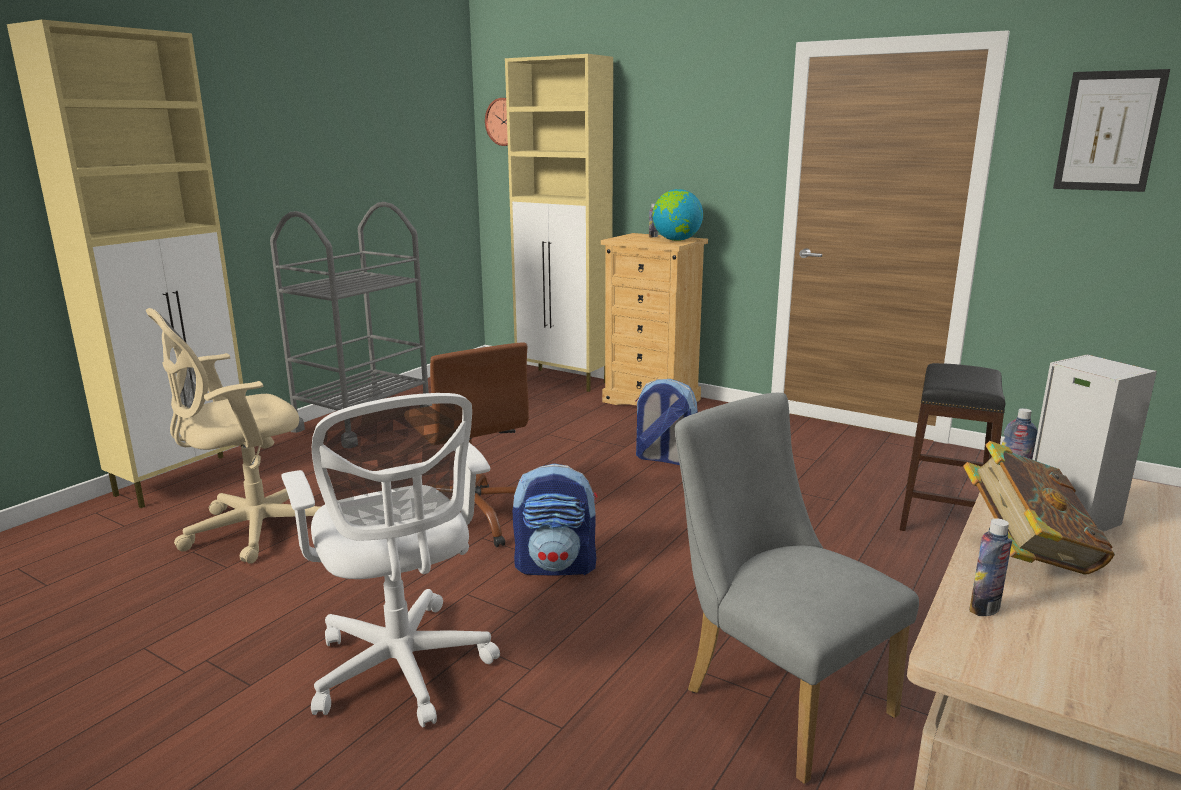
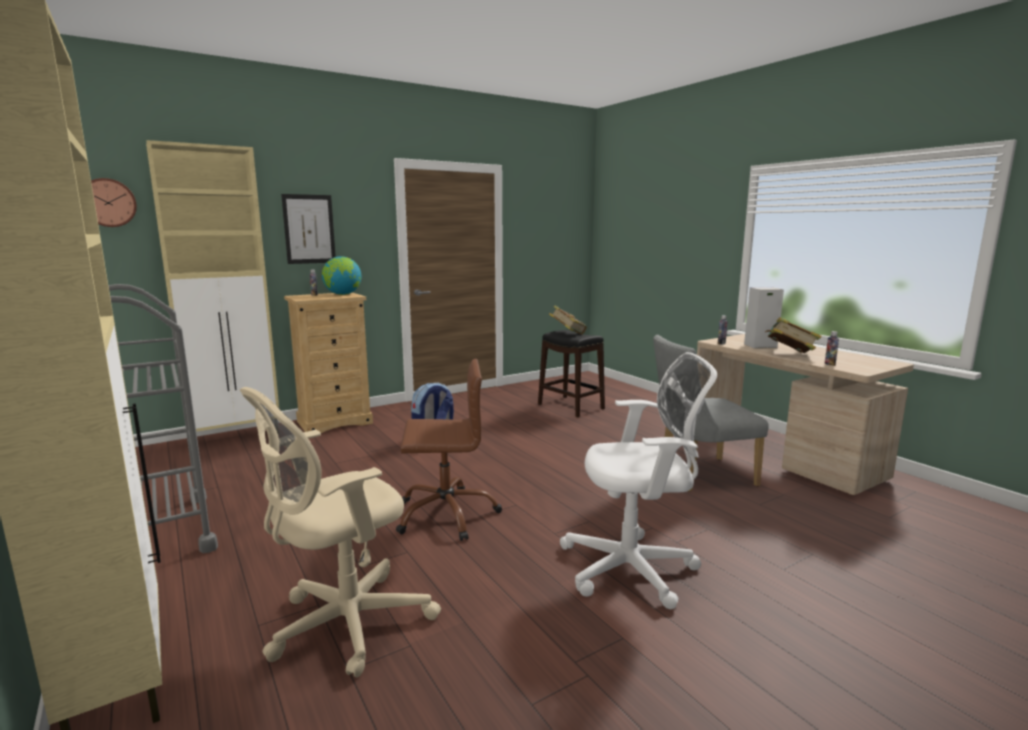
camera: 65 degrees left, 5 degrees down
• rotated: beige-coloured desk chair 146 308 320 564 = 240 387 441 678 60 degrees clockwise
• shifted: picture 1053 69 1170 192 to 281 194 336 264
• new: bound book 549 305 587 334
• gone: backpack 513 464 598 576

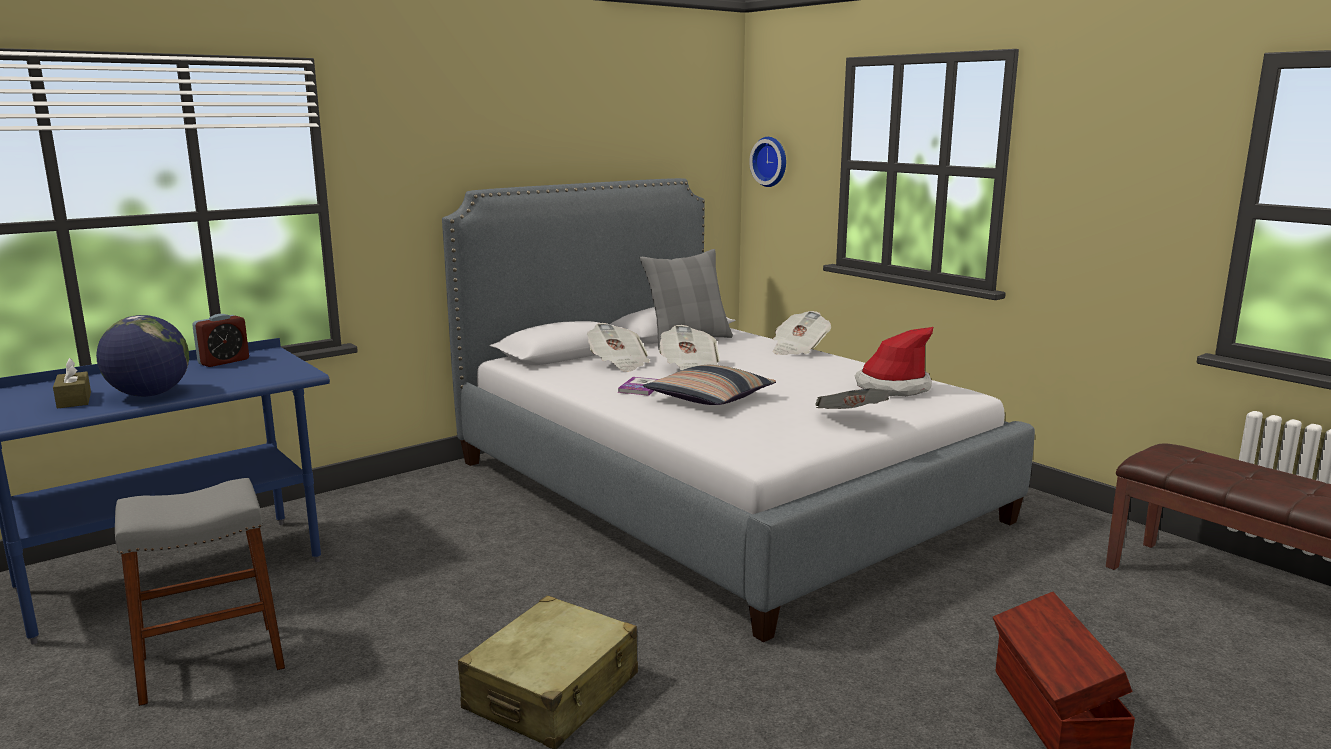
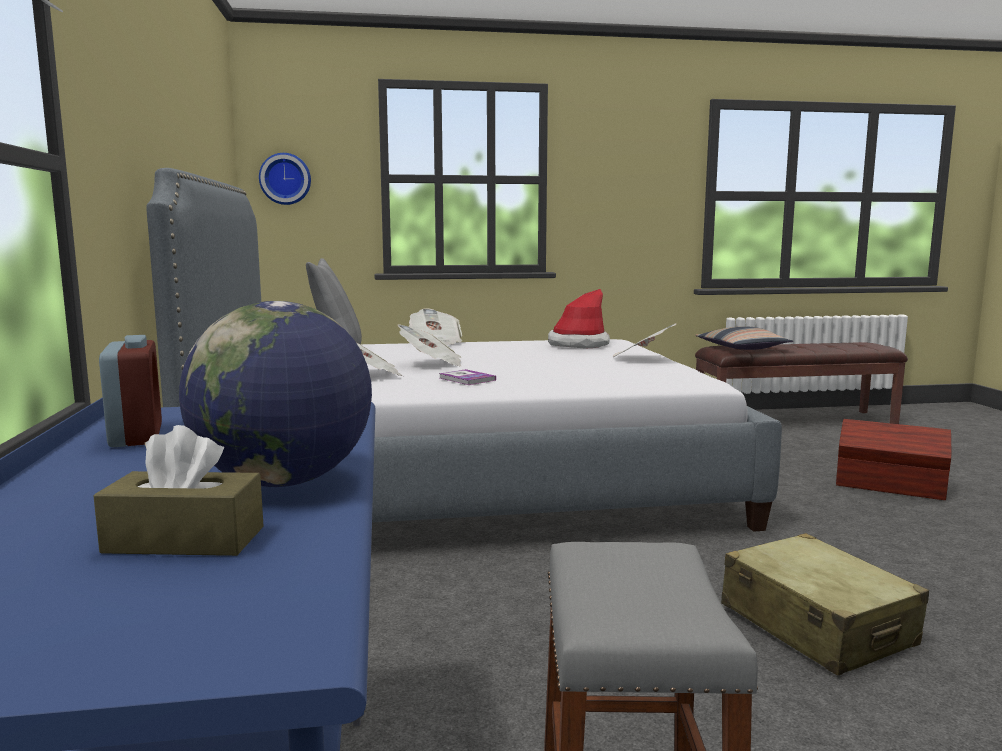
camera: 60 degrees left, 5 degrees down
• shifted: pillow 643 365 776 405 to 696 326 793 350

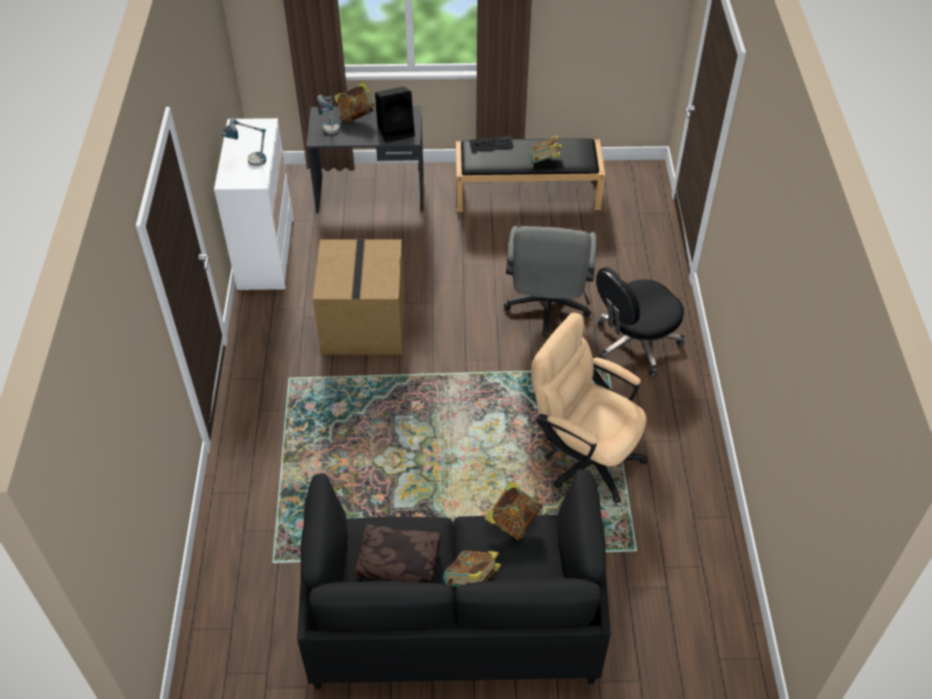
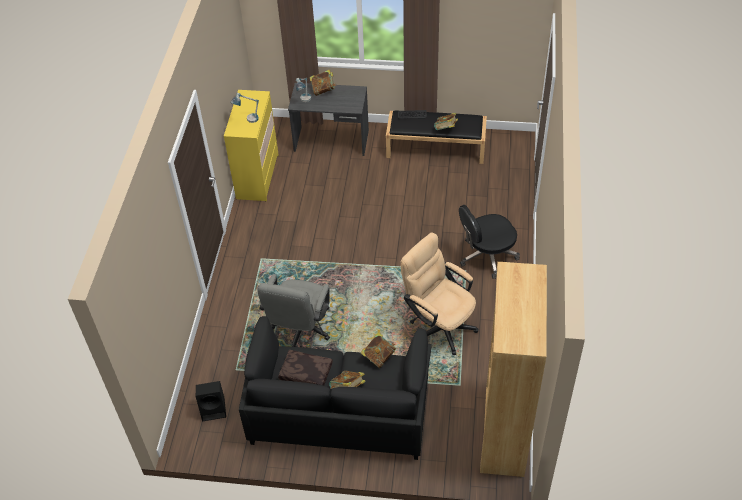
camera: 10 degrees right, 0 degrees up
• shifted: black-coloured audio speaker 375 86 415 143 to 196 381 226 421
• repainted: whitish drawer chest 214 118 294 290 to yellowish drawer chest 224 90 279 201
• shifted: grey desk chair 504 226 597 336 to 257 274 330 347
• new: brownish bookshelf 480 262 547 477
• gone: carton 313 239 405 355

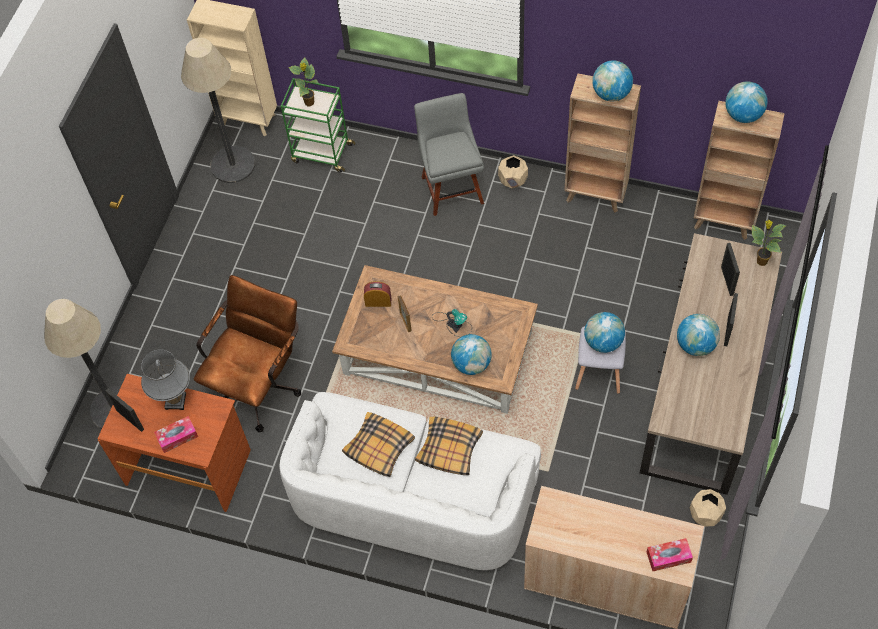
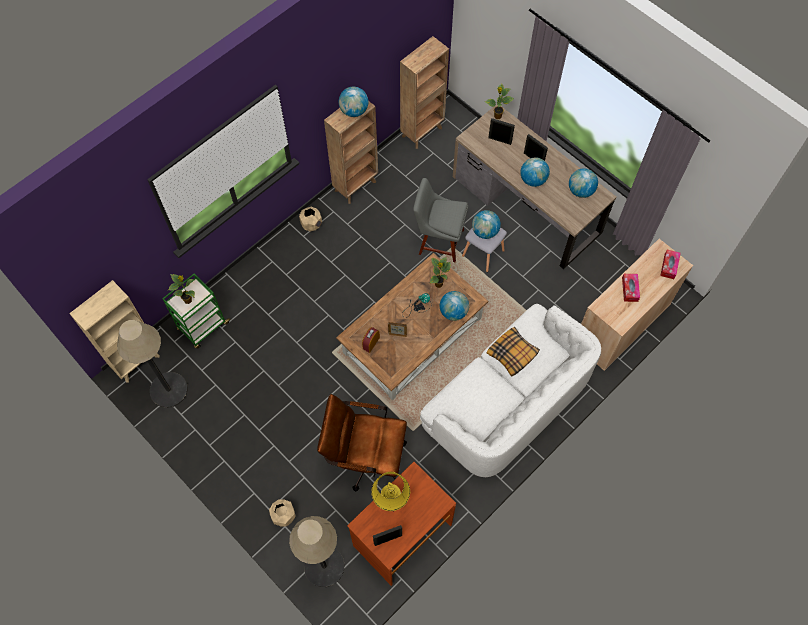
camera: 65 degrees left, 5 degrees up
• shifted: beige-coloured flower pot 690 489 726 527 to 269 499 296 526
• rotated: brownish desk chair 194 275 301 432 = 317 394 407 492 45 degrees counterclockwise
• repainted: grey lamp for a table 141 349 190 410 to yellowish lamp for a table 371 472 410 512
• shifted: grey upright chair 414 93 484 216 to 413 178 468 262
• new: plant in a pot 429 257 451 288
• shifted: desk globe 725 81 768 123 to 569 169 598 198
• shifted: box of tissues 154 416 198 453 to 622 274 640 302
• gone: pillow 342 412 415 477

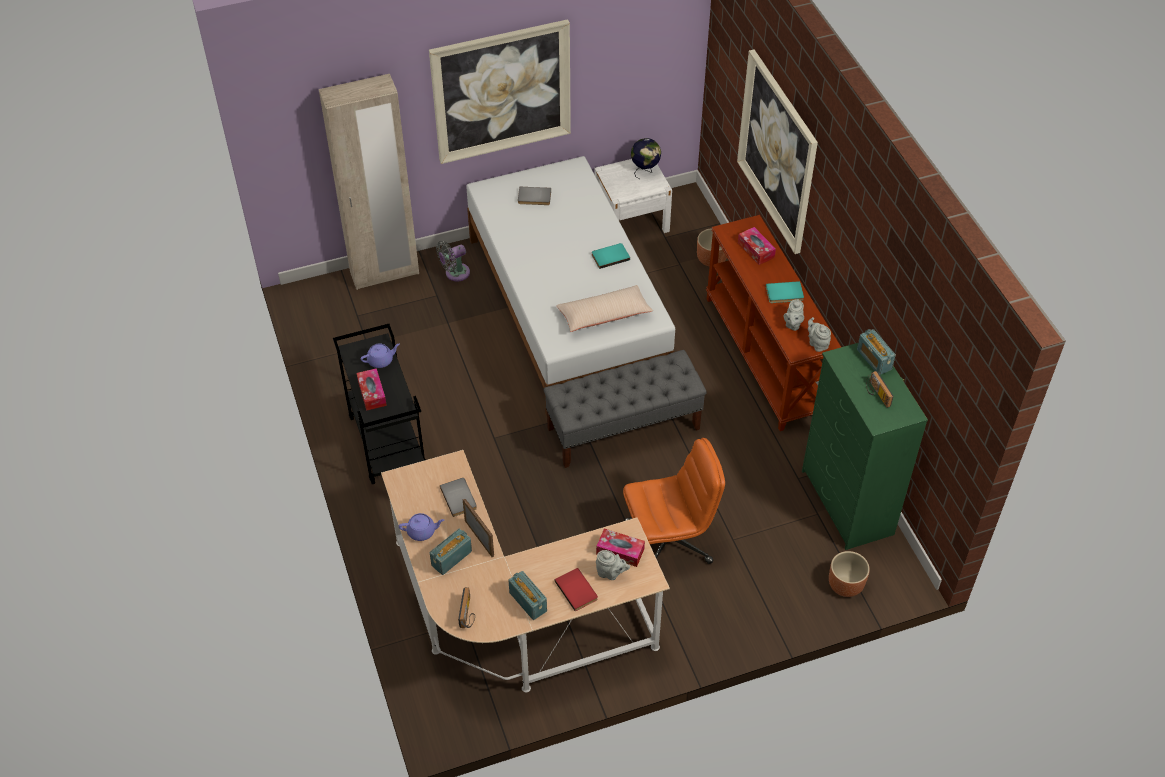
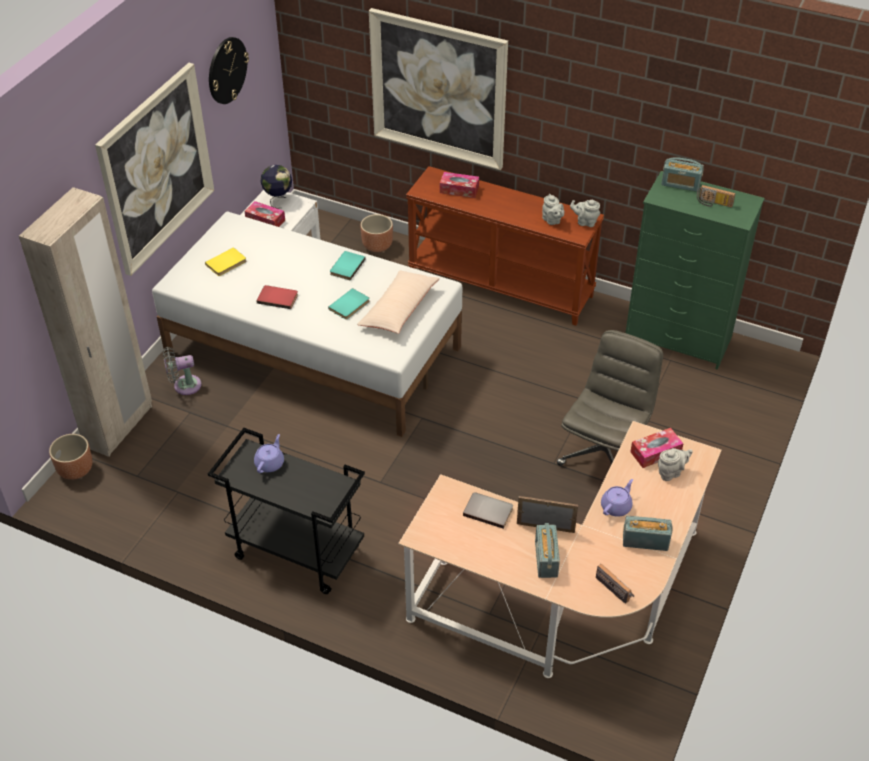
camera: 45 degrees left, 5 degrees down
• shifted: brownish flower pot 829 551 870 597 to 49 434 93 480
• rotated: grey fan 436 241 470 281 = 163 347 202 395 60 degrees clockwise
• repainted: grey bound book 518 187 551 205 to yellowish bound book 205 247 247 276
• new: clock on the wall 209 37 249 104
• shifted: box of tissues 357 368 387 411 to 244 201 285 227
• shifted: reddish bound book 554 568 598 612 to 256 285 298 309
• shifted: turquoise bound book 766 281 804 303 to 328 288 370 320
• repainted: orangey desk chair 623 438 725 564 to grey desk chair 557 330 663 466
• shifted: purple-coloured pot for tea 399 513 444 541 to 601 479 633 517
• gone: grey long seat 543 350 707 468

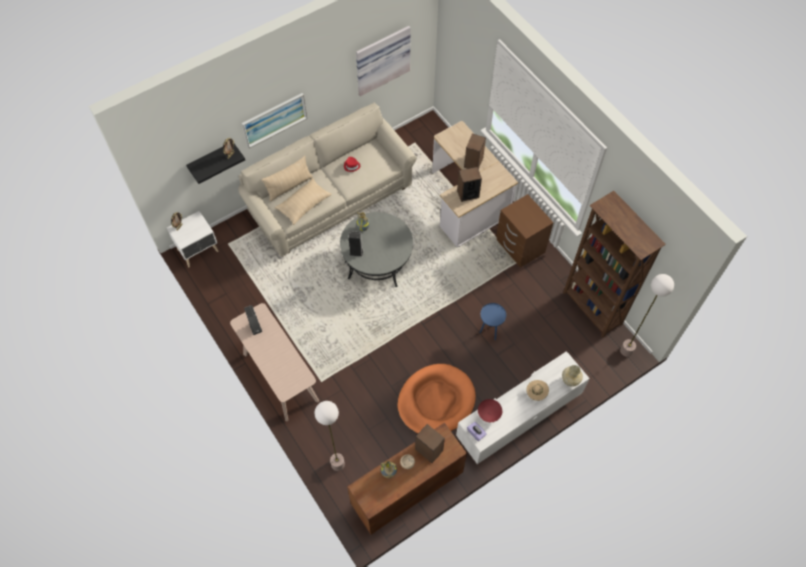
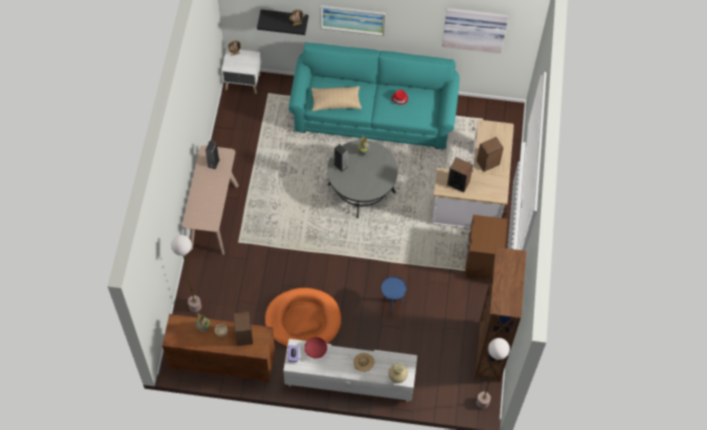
camera: 40 degrees right, 0 degrees up
• repainted: beige-coloured settee 238 102 417 257 to turquoise settee 288 42 460 150
• gone: beige-coloured pillow 262 156 313 201

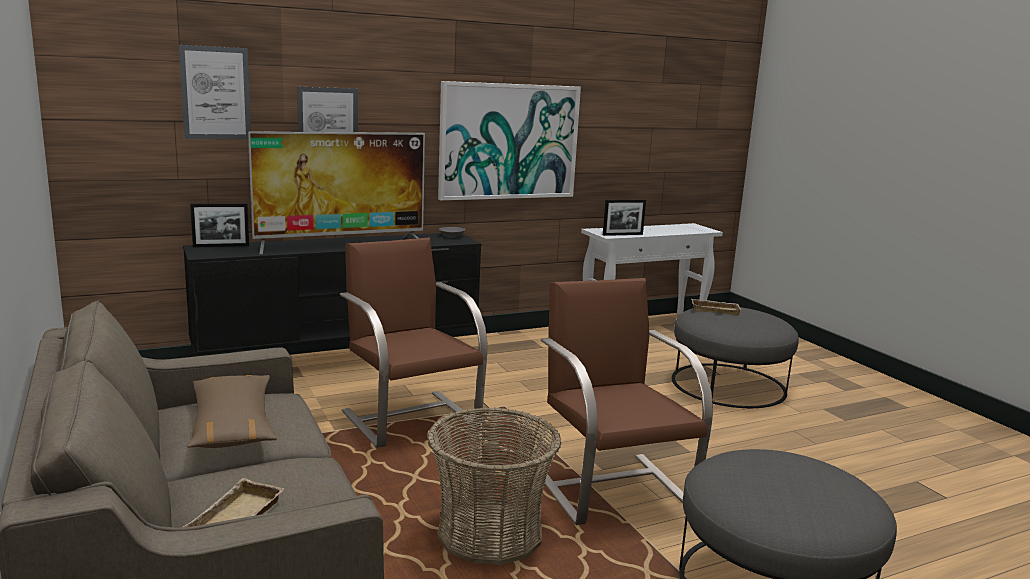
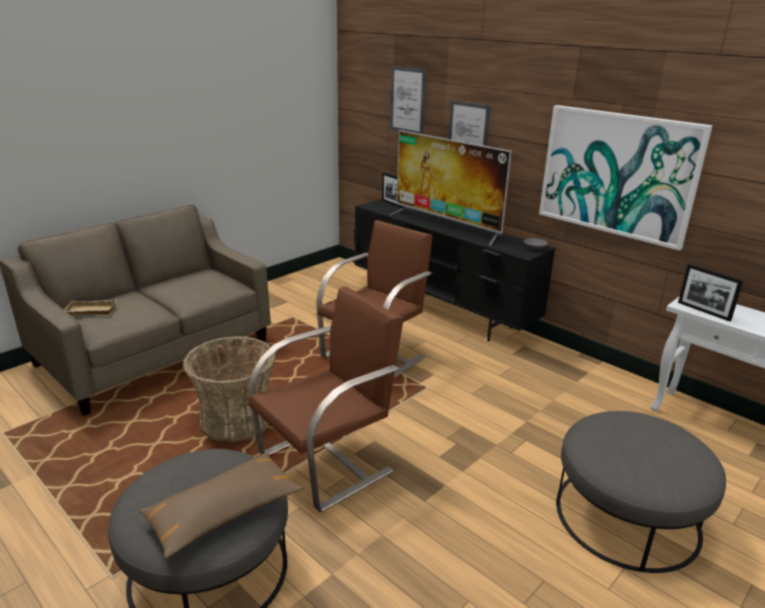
camera: 70 degrees right, 10 degrees up
• shifted: brownish pillow 187 375 277 448 to 139 452 303 559
• gone: beige-coloured carrying tray 691 299 741 315

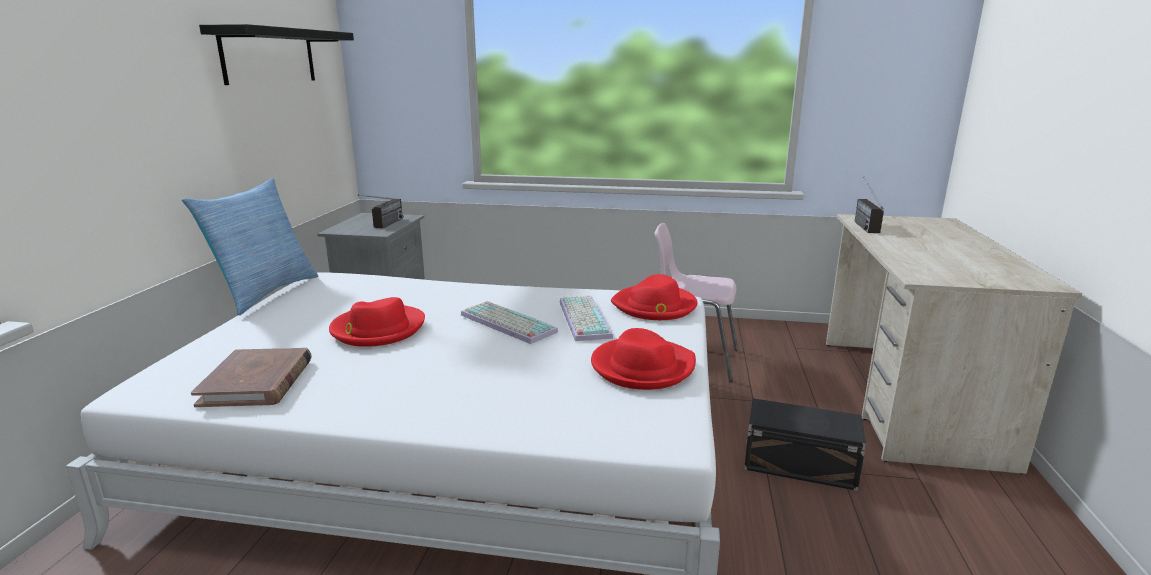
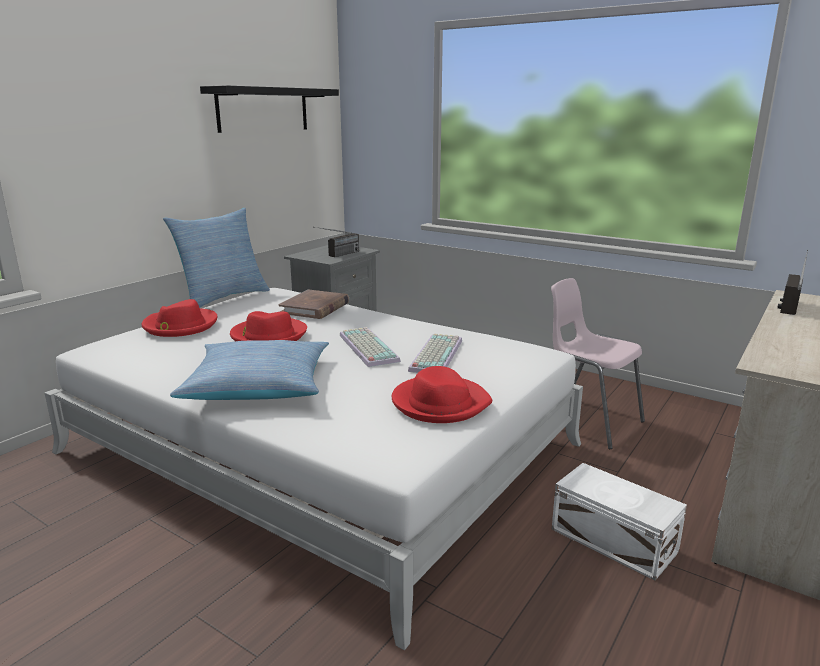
camera: 25 degrees right, 0 degrees up
• shifted: reddish clothing hat 611 274 697 320 to 141 299 217 337
• new: pillow 170 340 329 400
• shifted: brownish bound book 191 348 312 407 to 279 290 349 319
• repainted: black-coloured storage bin 744 398 866 491 to whitish storage bin 552 463 687 581

